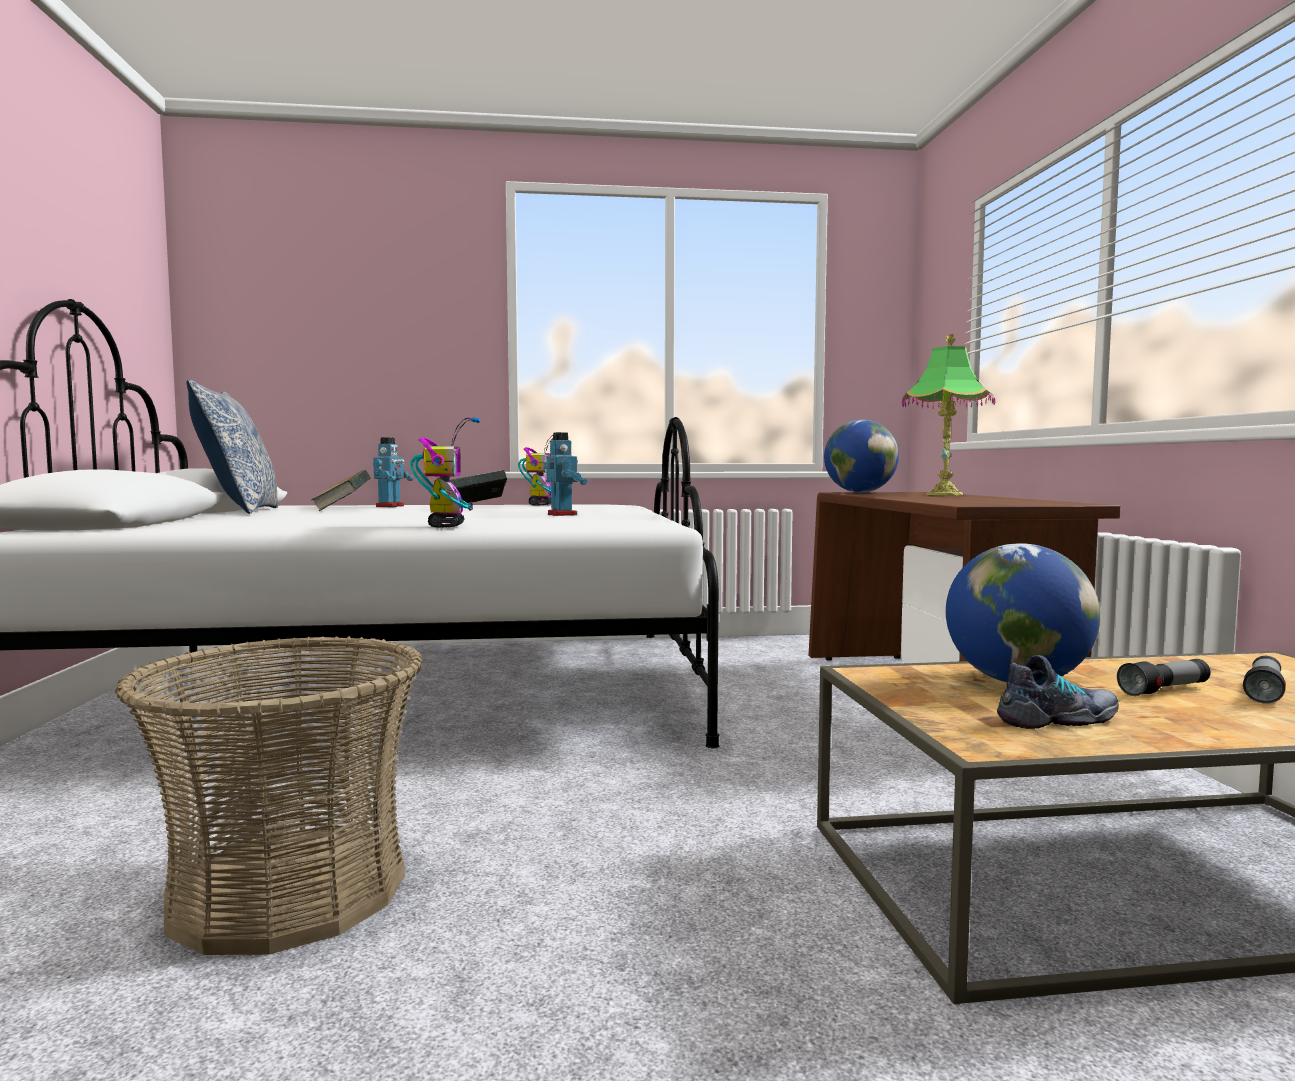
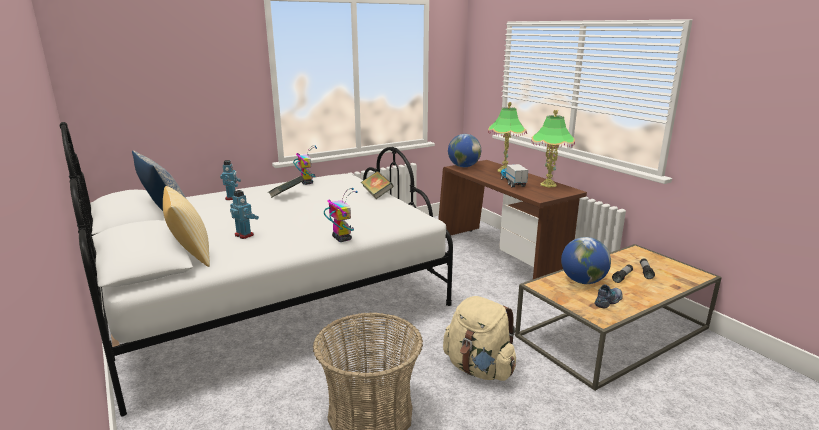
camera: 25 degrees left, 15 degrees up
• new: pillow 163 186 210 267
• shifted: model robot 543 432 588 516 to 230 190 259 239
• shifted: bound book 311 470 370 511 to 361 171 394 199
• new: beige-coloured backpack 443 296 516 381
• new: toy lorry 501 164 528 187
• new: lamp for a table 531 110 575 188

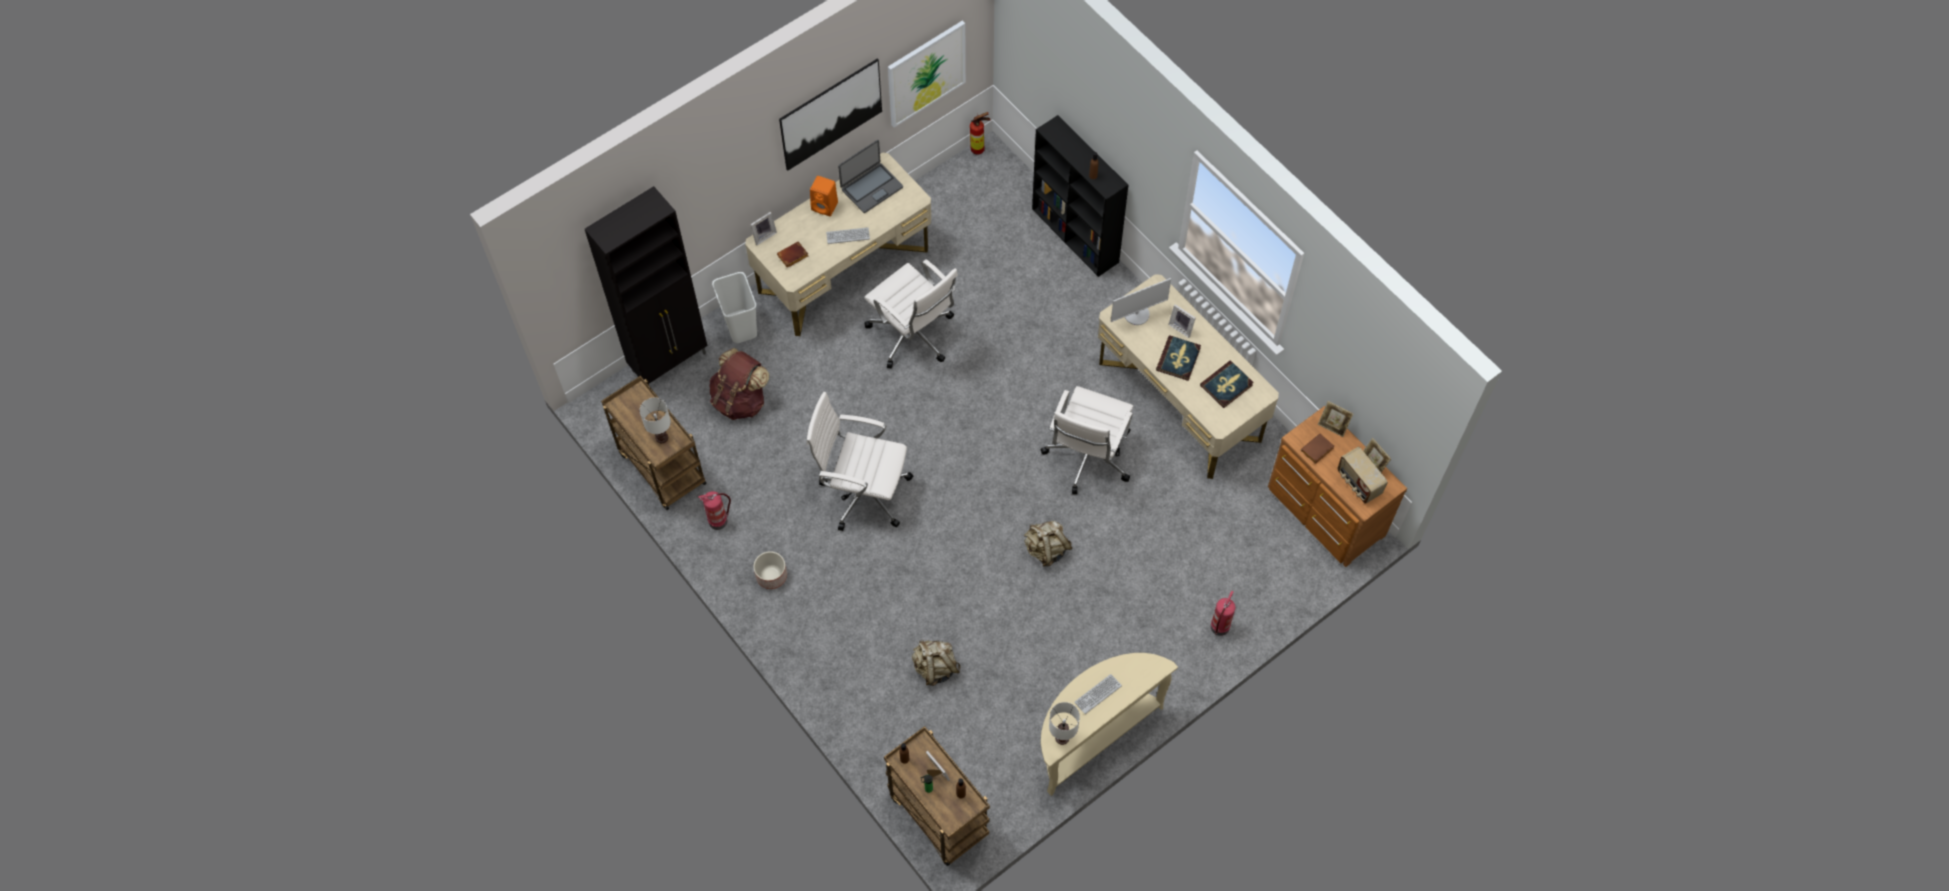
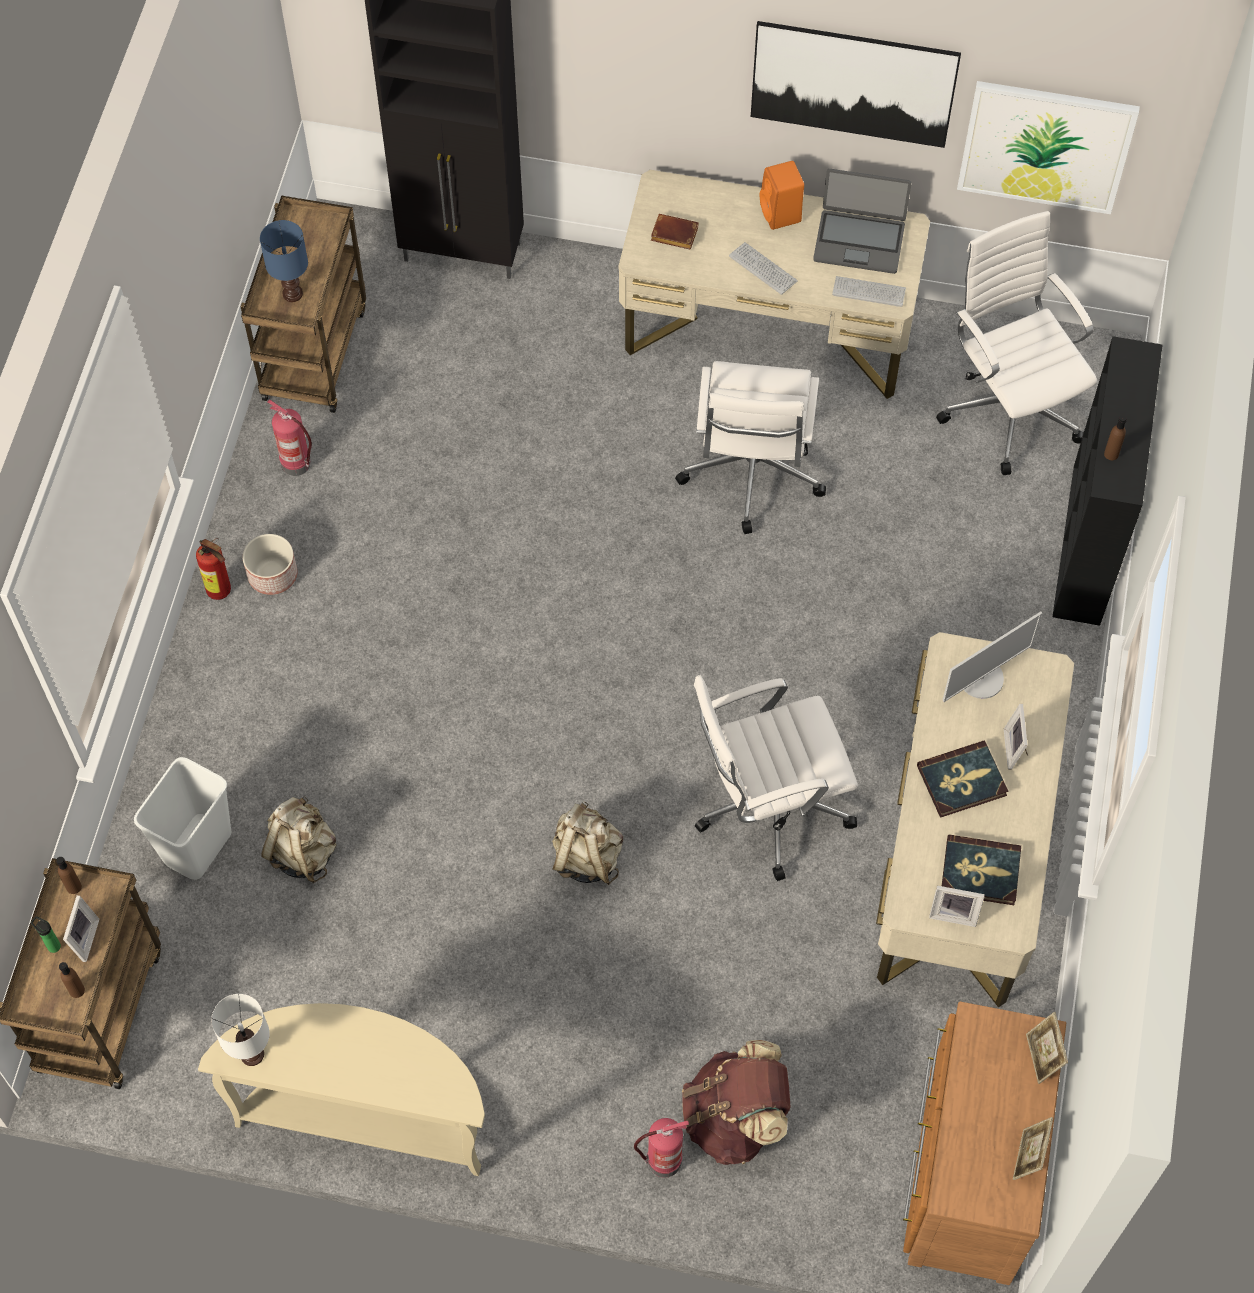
camera: 50 degrees right, 0 degrees up
• shifted: whitish waste bin 712 272 757 343 to 134 757 231 880
• shifted: extinguisher 970 112 991 155 to 196 538 231 600
• repainted: whitish lamp for a table 640 398 671 443 to blue lamp for a table 260 220 308 302
• shifted: brownish backpack 709 348 769 420 to 682 1040 791 1165
• shifted: PC keyboard 1074 674 1122 714 to 832 276 906 307
• shifted: picture frame 750 212 777 245 to 929 885 985 927
• shifted: whitish desk chair 806 392 914 531 to 936 211 1097 475
• rotated: computer screen 1111 278 1171 325 = 942 612 1042 702 60 degrees counterclockwise
• gone: brownish bound book 1301 434 1334 464
• gone: radio 1337 447 1388 504

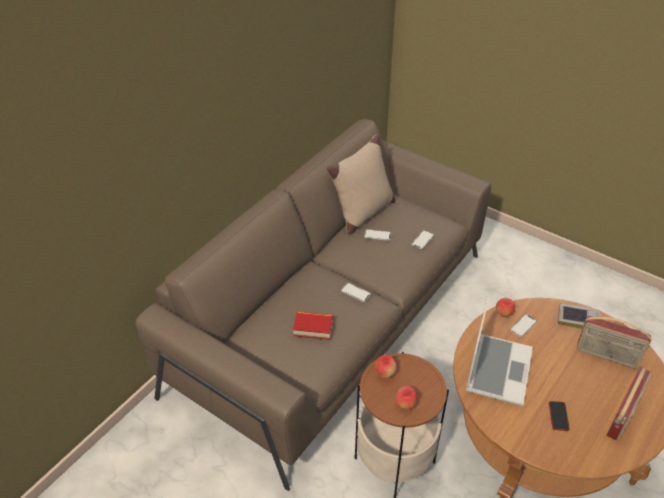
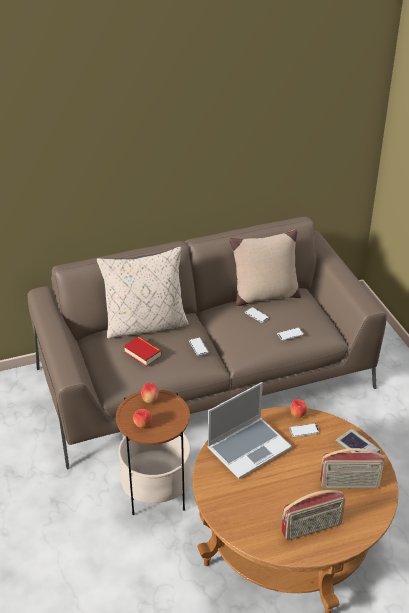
camera: 35 degrees right, 5 degrees down
• new: beige-coloured pillow 97 246 189 339
• rotated: radio 577 316 651 369 = 320 448 384 489 60 degrees counterclockwise
• gone: phone 549 401 569 431

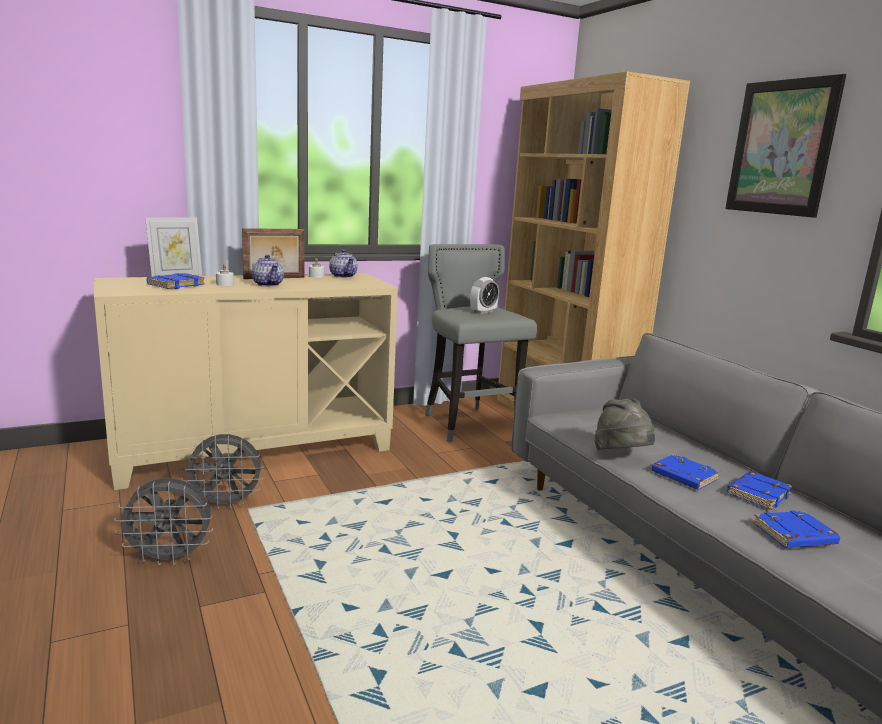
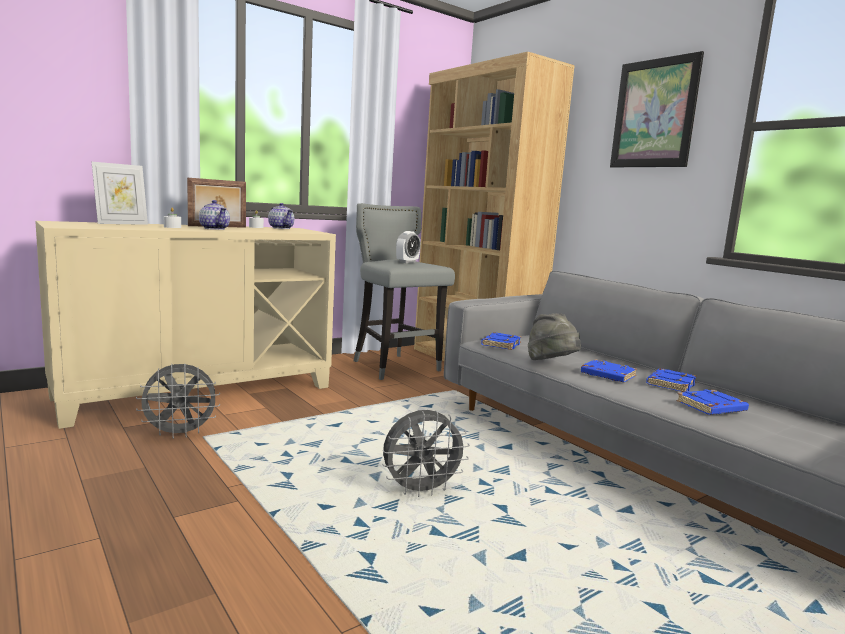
camera: 10 degrees left, 5 degrees down
• shifted: grey fan 114 478 213 566 to 382 410 470 497
• shifted: blue bound book 146 273 205 289 to 481 332 521 350

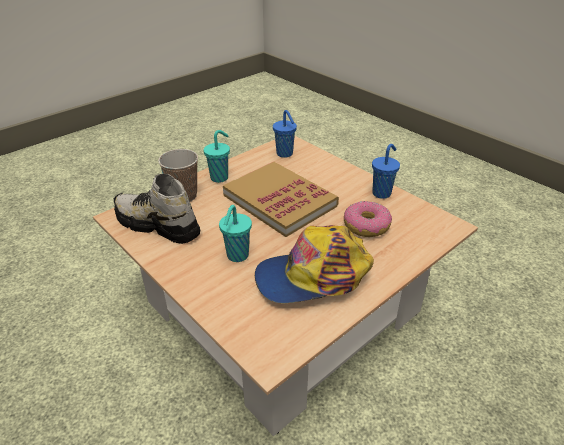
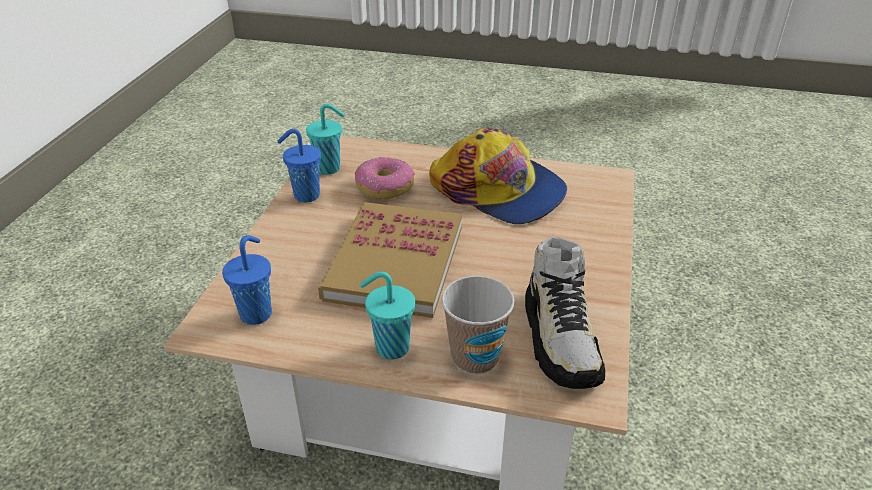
camera: 125 degrees left, 0 degrees up
• shifted: turquoise drinking cup 219 205 252 262 to 306 104 345 175

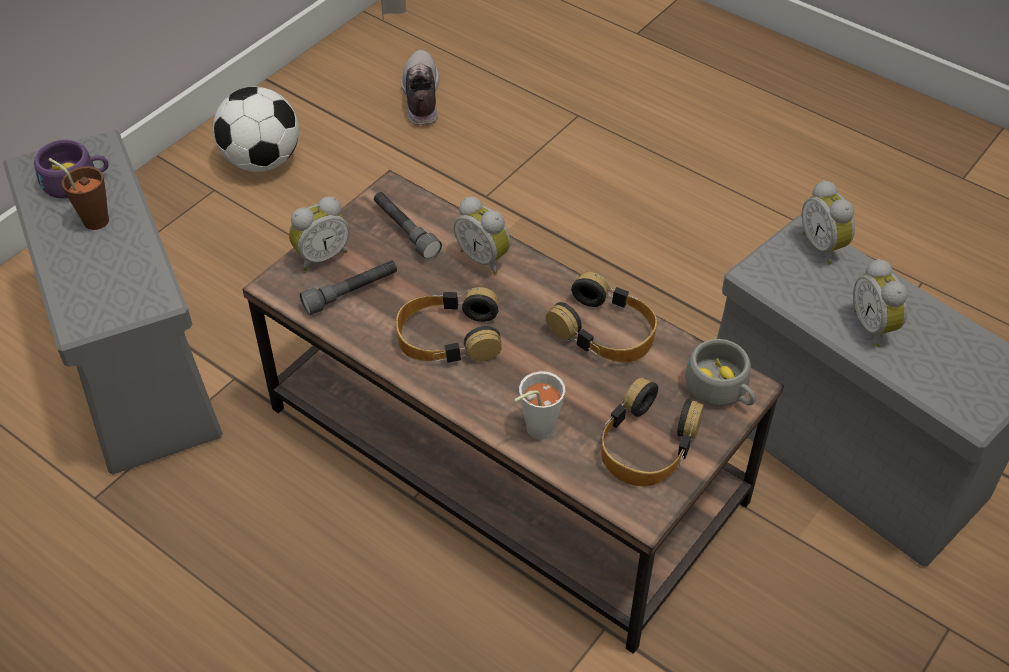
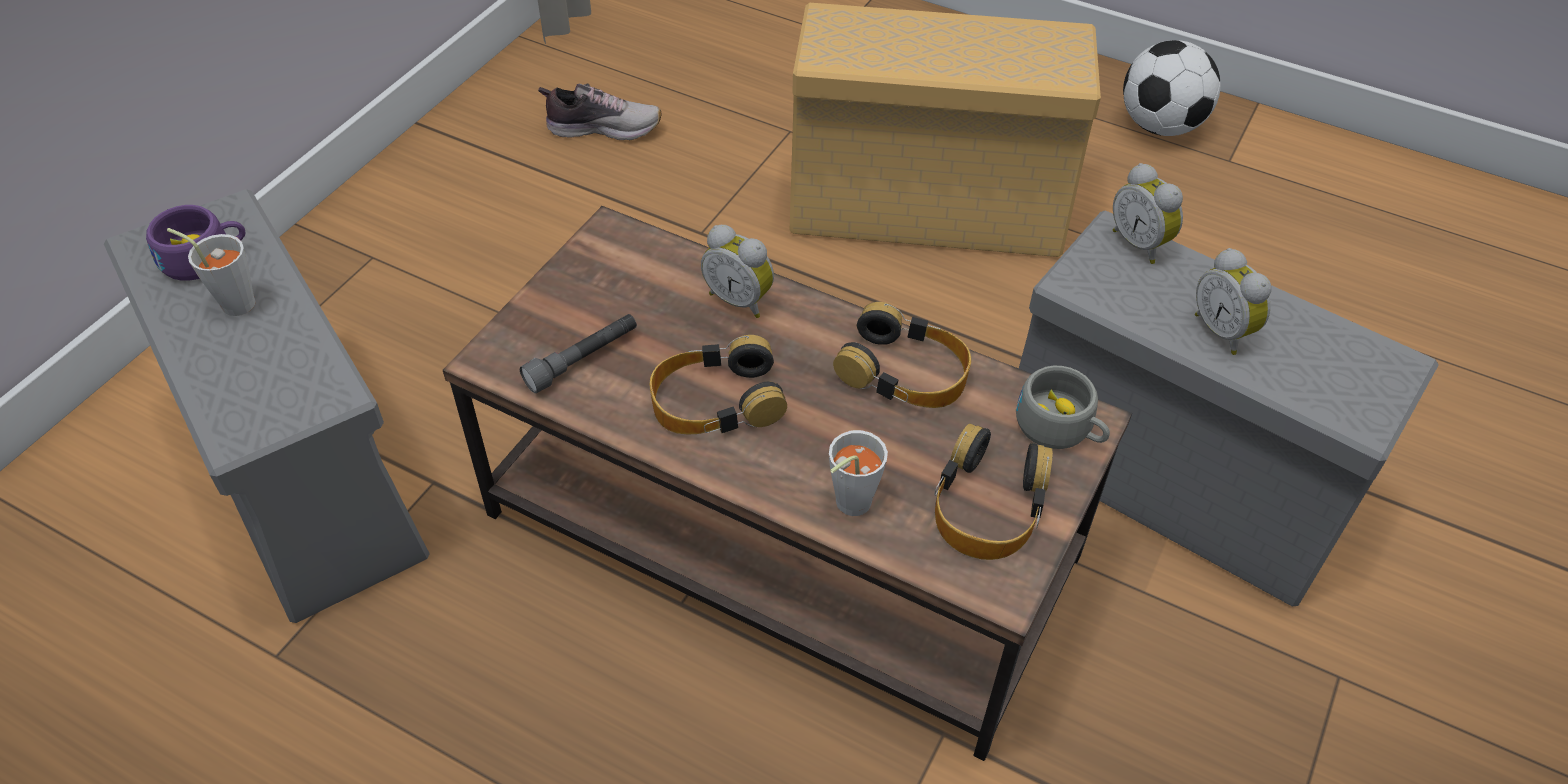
camera: 10 degrees left, 0 degrees up
• repainted: brownish drinking cup 49 158 109 230 to grey drinking cup 167 228 256 316
• rotated: item of footwear 401 50 439 125 = 538 83 662 140 105 degrees clockwise
• new: beige-coloured storage bin 790 3 1101 257
• shifted: football ball 213 87 299 172 to 1123 40 1221 136
• gone: bedside clock 289 196 350 271
• gone: grey torch 374 192 442 260

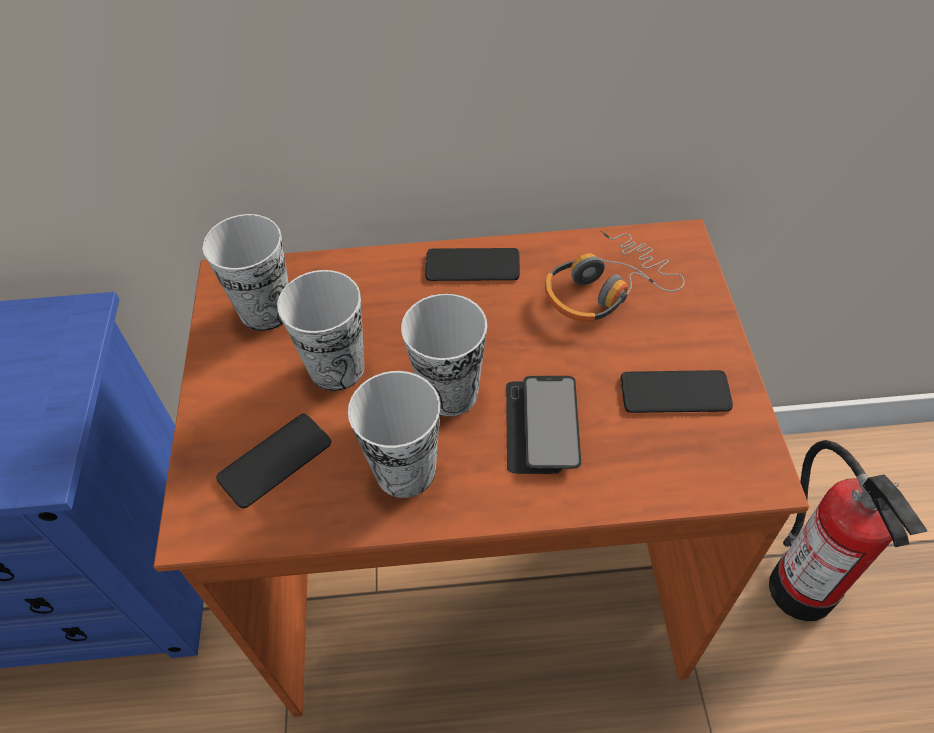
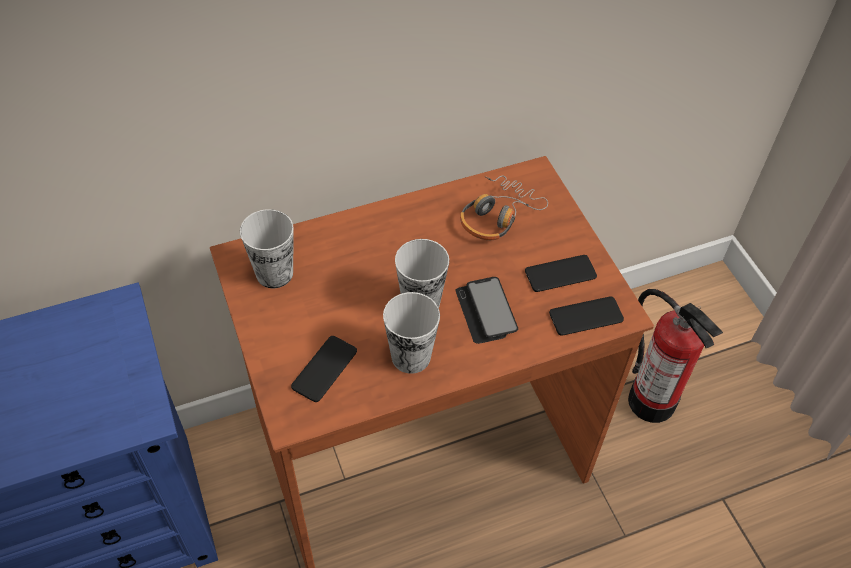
camera: 20 degrees left, 0 degrees up
• shifted: phone 425 248 520 281 to 549 297 624 335
• gone: drinking cup 277 270 364 391

